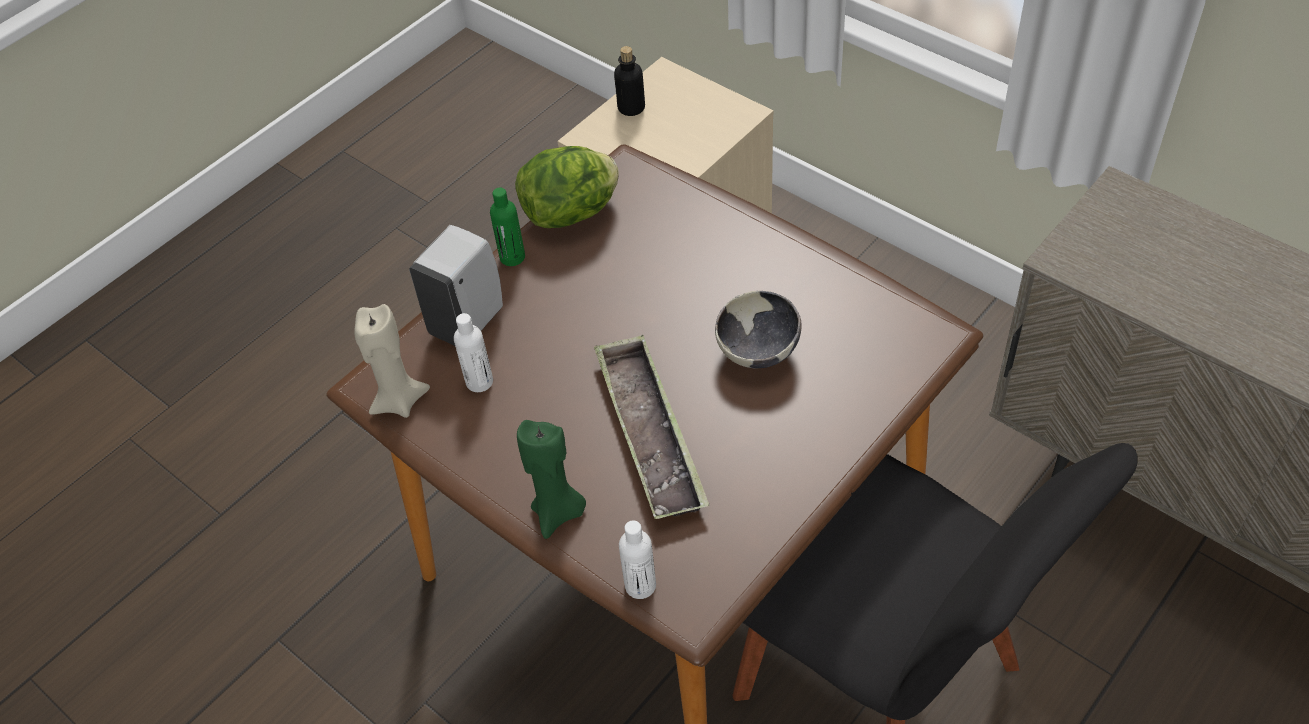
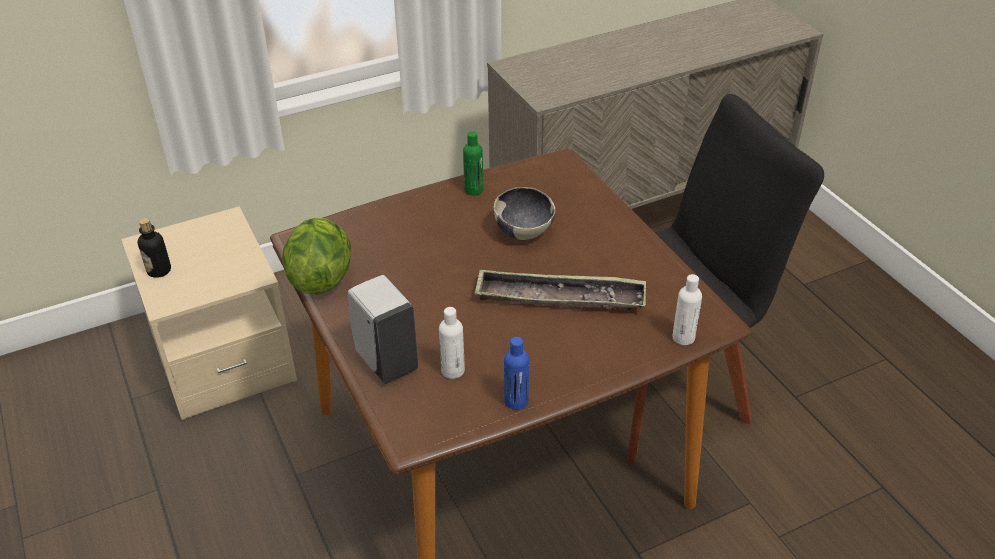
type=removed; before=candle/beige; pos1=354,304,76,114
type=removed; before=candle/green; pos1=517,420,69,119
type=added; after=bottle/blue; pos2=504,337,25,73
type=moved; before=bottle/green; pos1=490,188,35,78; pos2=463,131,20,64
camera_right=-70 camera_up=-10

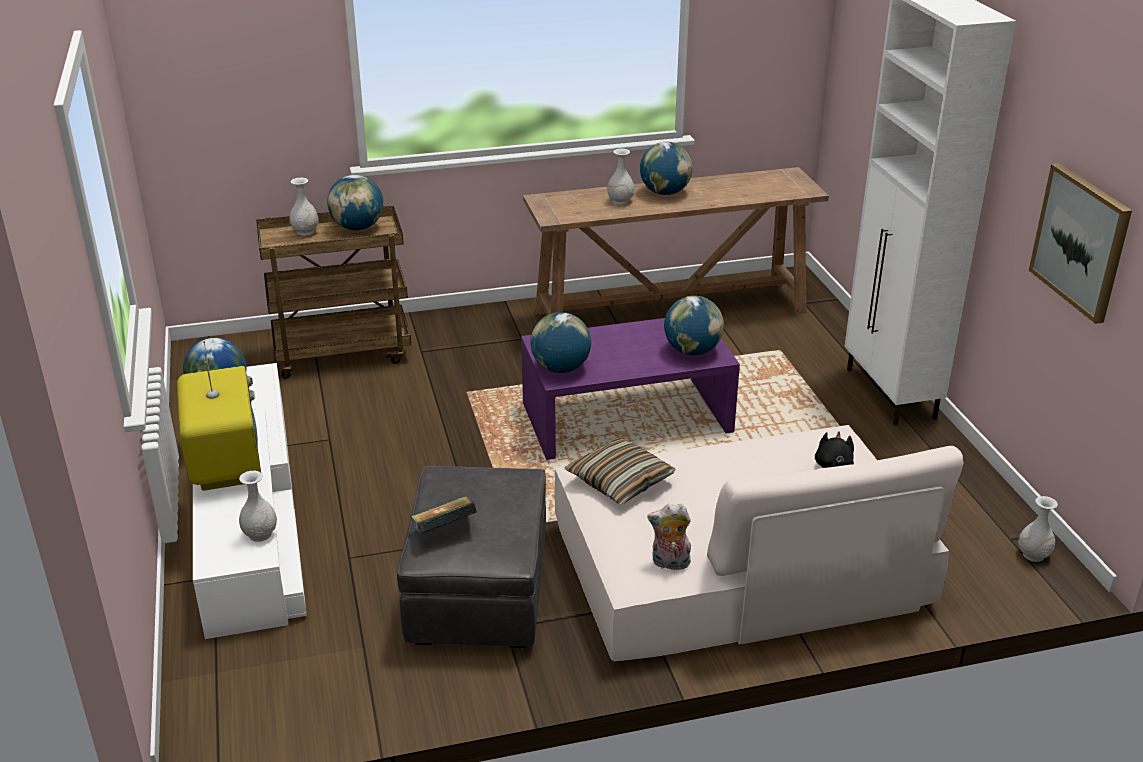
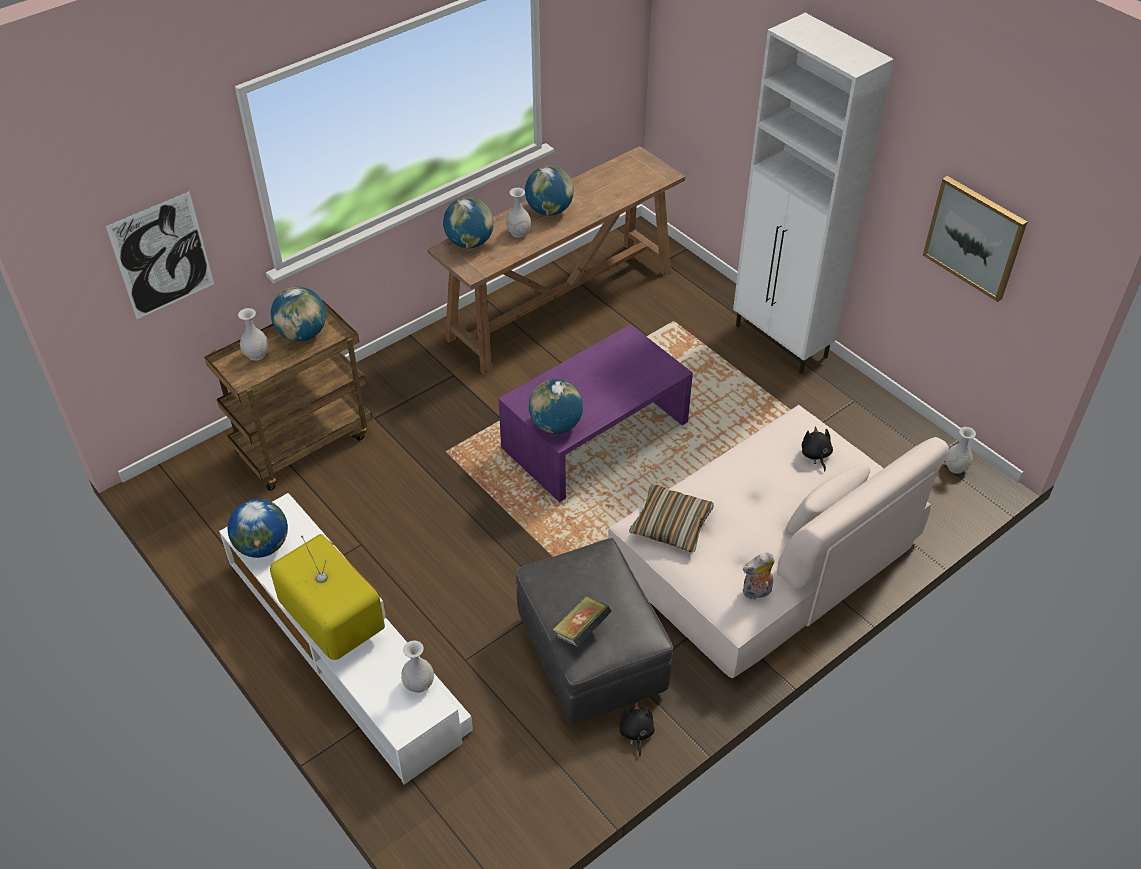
type=added; after=picture; pos2=106,192,108,127
type=added; after=plush toy/black; pos2=619,702,36,55
type=moved; before=globe; pos1=664,296,60,59; pos2=443,197,51,51
camera_right=-25 camera_up=15

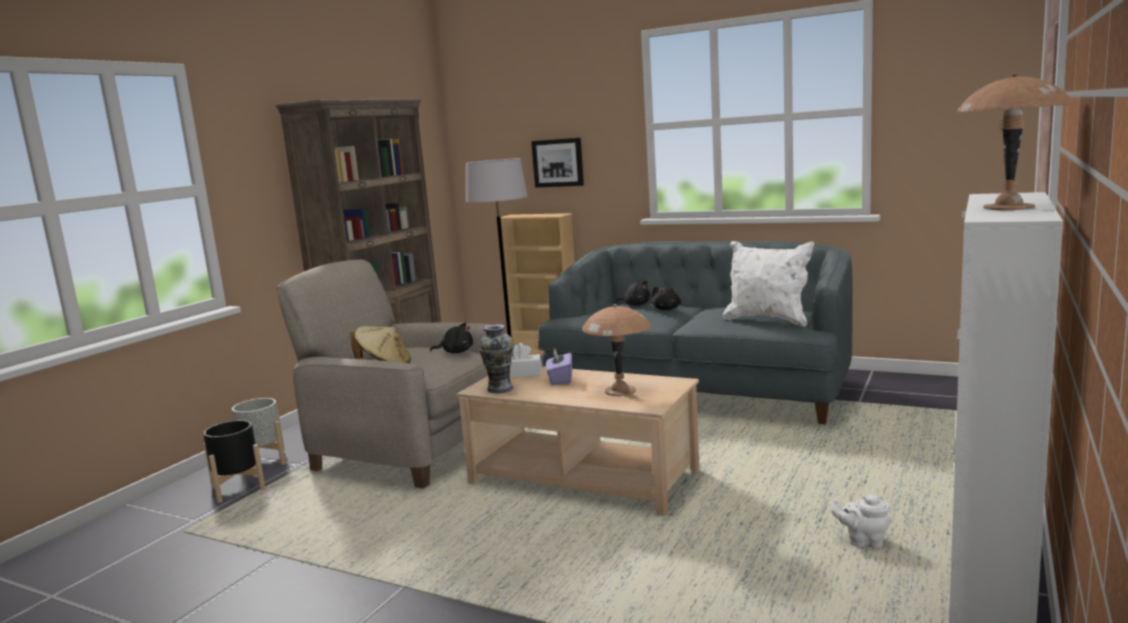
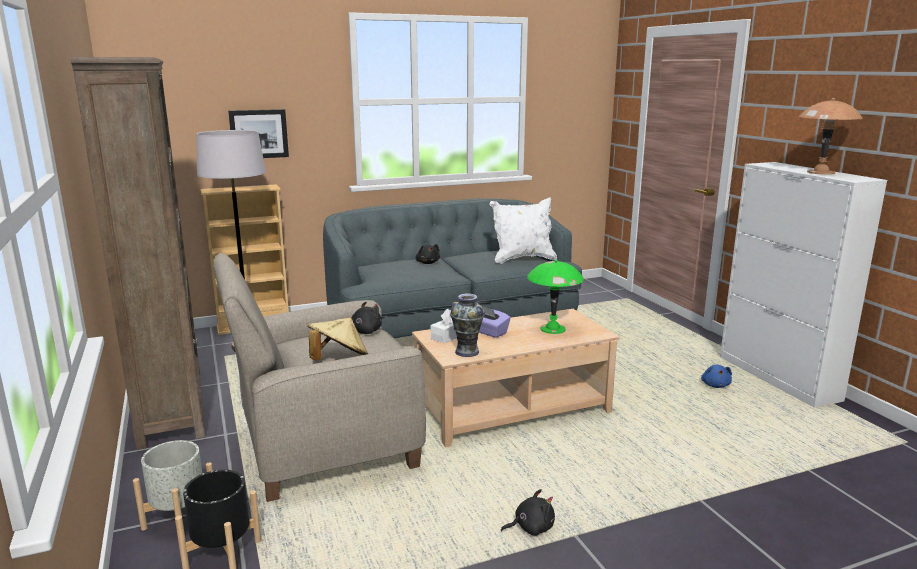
type=moved; before=plush toy/black; pos1=617,281,34,25; pos2=501,489,54,47
type=replaced; before=teapot/white; after=plush toy/blue; pos1=831,494,60,54; pos2=701,365,31,23
type=recoloured; before=table lamp/brown; after=table lamp/green; pos1=582,304,69,92; pos2=527,259,57,75
camera_right=-50 camera_up=5

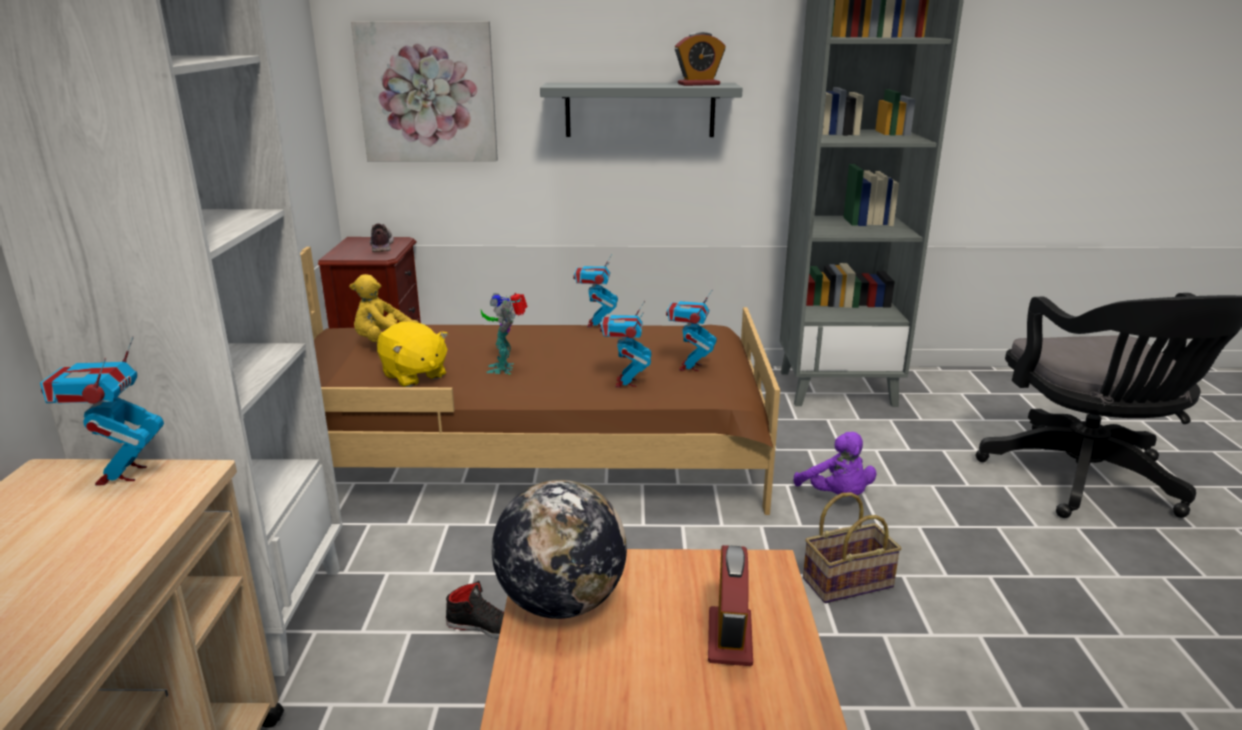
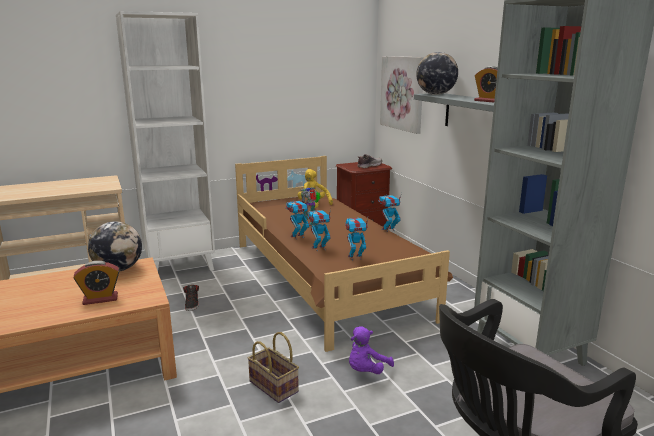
type=removed; before=plush toy/yellow; pos1=377,322,71,65
type=added; after=globe; pos2=416,52,42,43
type=moved; before=toy robot; pos1=40,336,124,149; pos2=286,199,23,40
camera_right=65 camera_up=-5

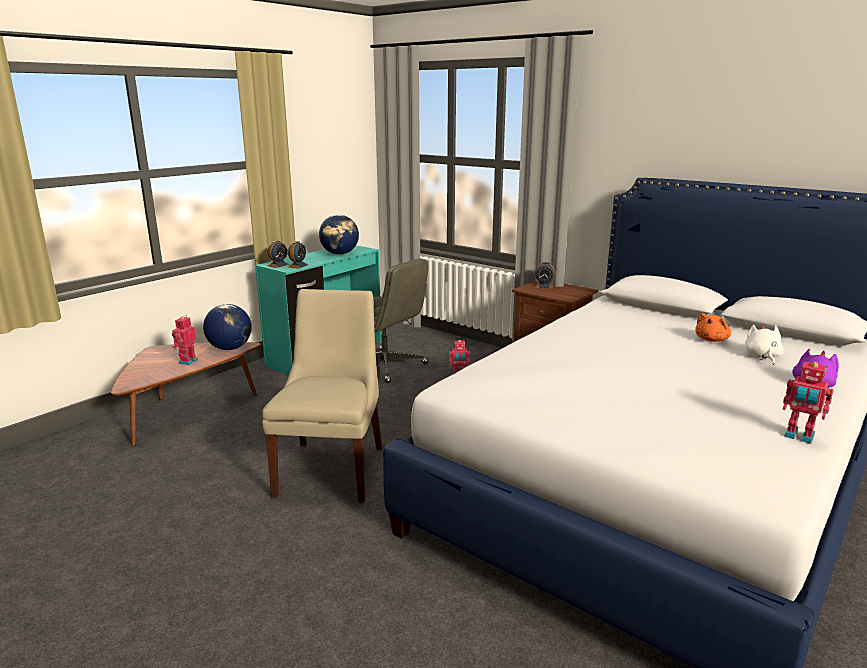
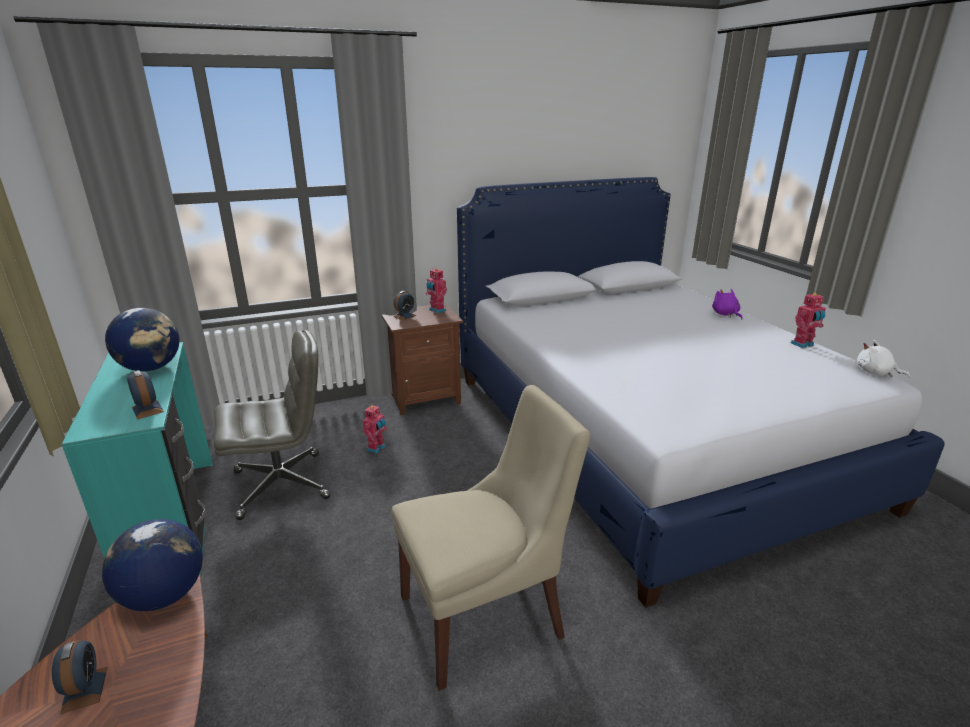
type=removed; before=plush toy/orange; pos1=695,313,36,29
type=moved; before=toy robot; pos1=172,315,26,50; pos2=426,268,21,45
type=moved; before=alarm clock; pos1=268,241,22,27; pos2=52,640,56,74
type=moved; before=plush toy/white; pos1=745,324,39,41; pos2=857,340,53,38
type=turned; before=chair/beige; pos1=262,289,120,214; pos2=392,385,198,306; turn=120
camera_right=-60 camera_up=5

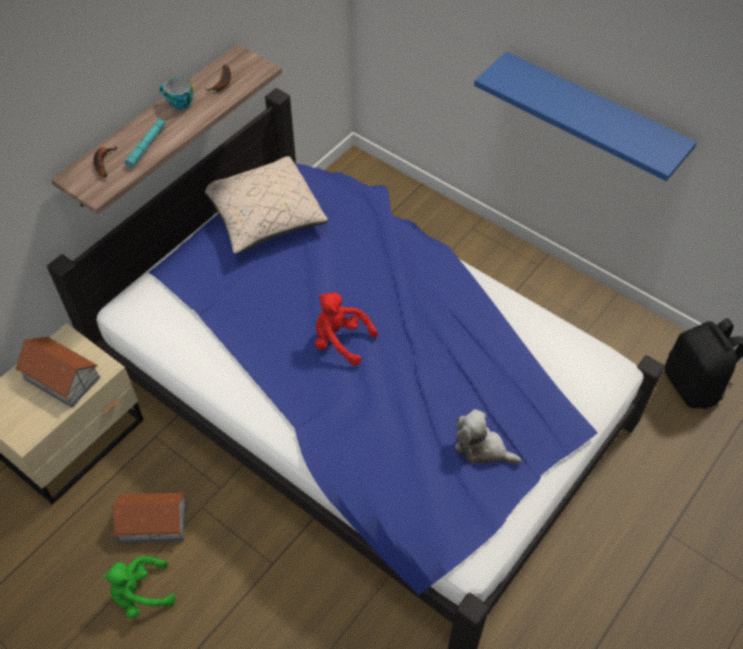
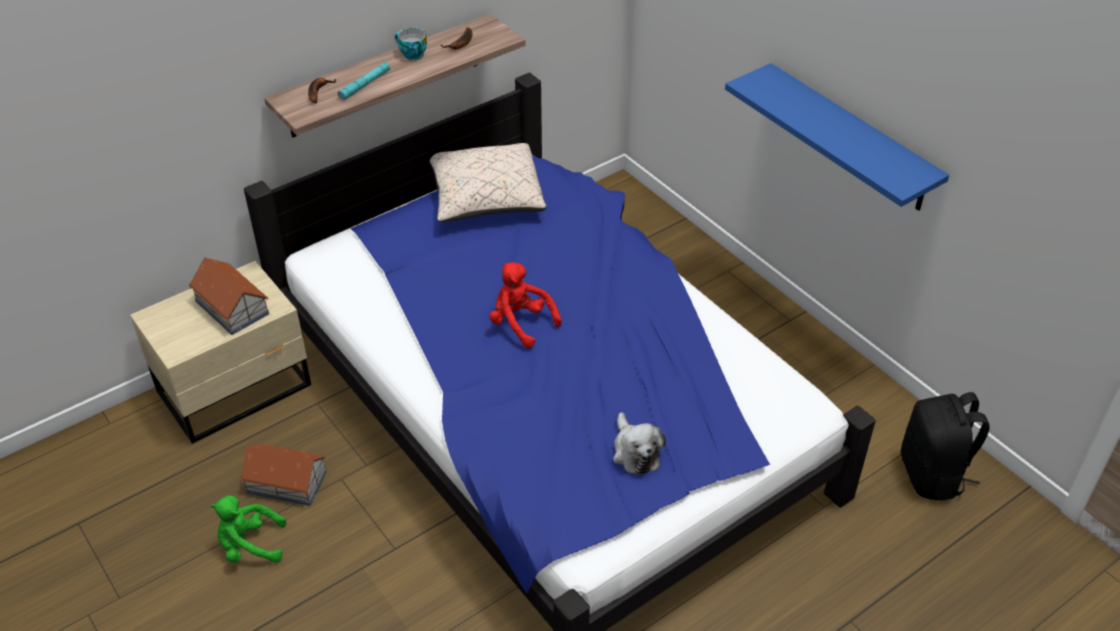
type=turned; before=plush toy; pos1=455,409,67,55; pos2=613,412,53,63; turn=-150
camera_right=15 camera_up=-10

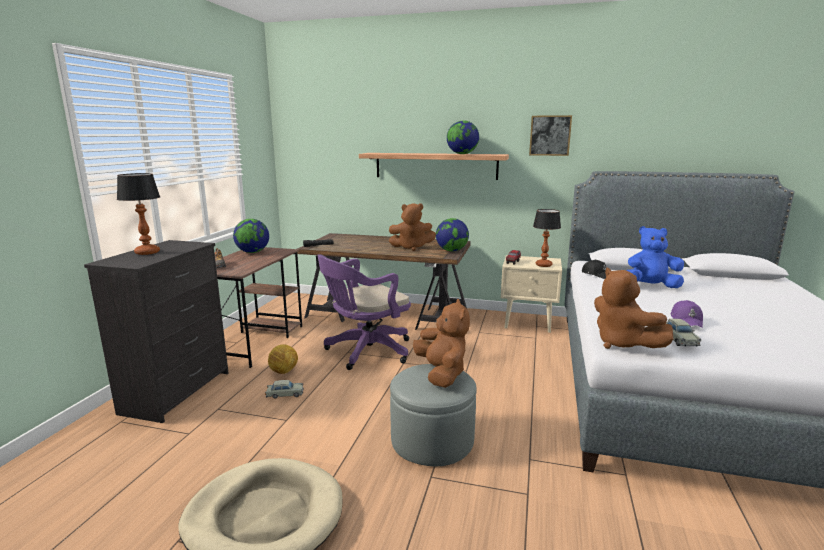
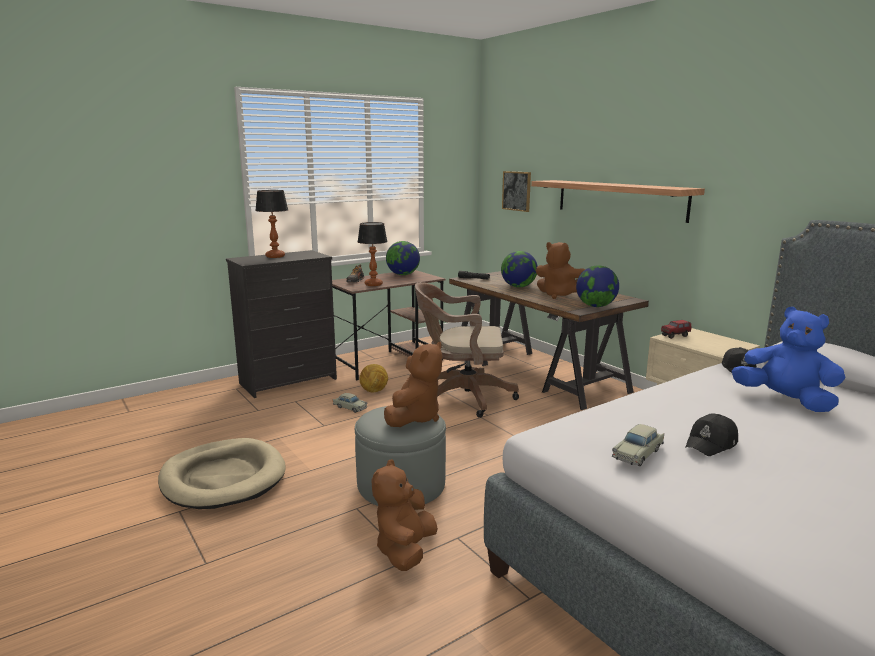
type=moved; before=globe; pos1=447,121,32,33; pos2=501,251,37,36
type=moved; before=picture; pos1=529,115,43,41; pos2=502,171,29,41
type=moved; before=table lamp; pos1=533,209,28,58; pos2=358,222,30,64
type=moved; before=plush toy/brown; pos1=594,268,79,81; pos2=372,459,66,112
type=recoloured; before=office chair/purple; after=office chair/brown; pos1=318,254,93,116; pos2=415,282,104,136
type=recoloured; before=cap/purple; after=cap/black; pos1=671,300,32,28; pos2=685,414,53,42
camera_right=40 camera_up=0

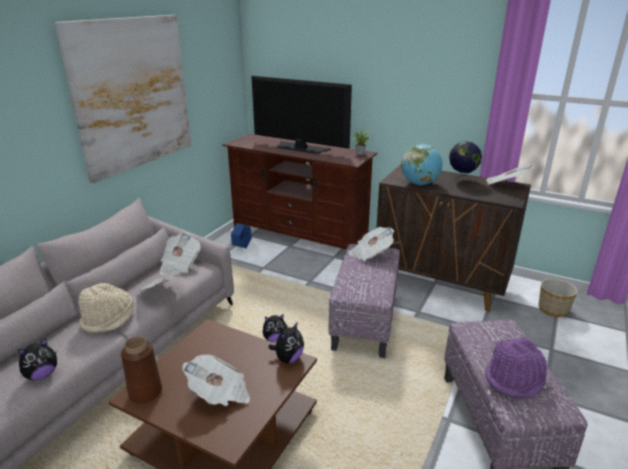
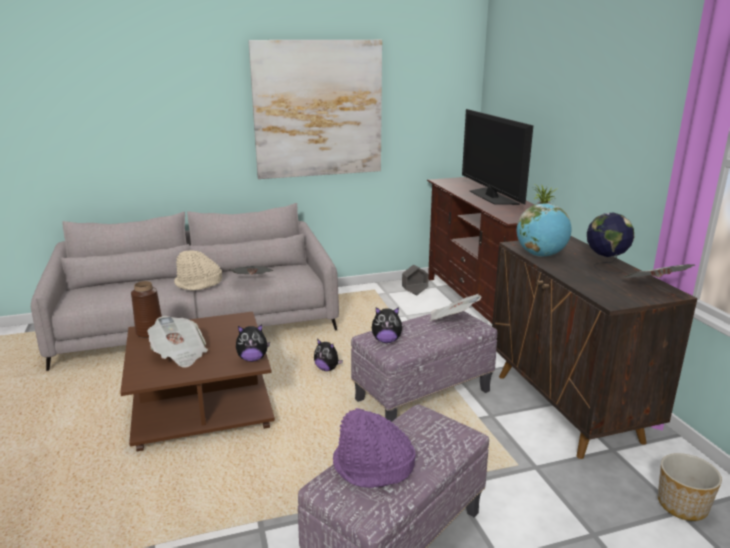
type=removed; before=newspaper; pos1=160,233,41,42
type=moved; before=plush toy; pos1=18,338,39,43; pos2=372,307,32,36
type=recoloured; before=planter/blue; after=planter/grey; pos1=231,223,21,25; pos2=402,265,27,30
camera_right=45 camera_up=-5

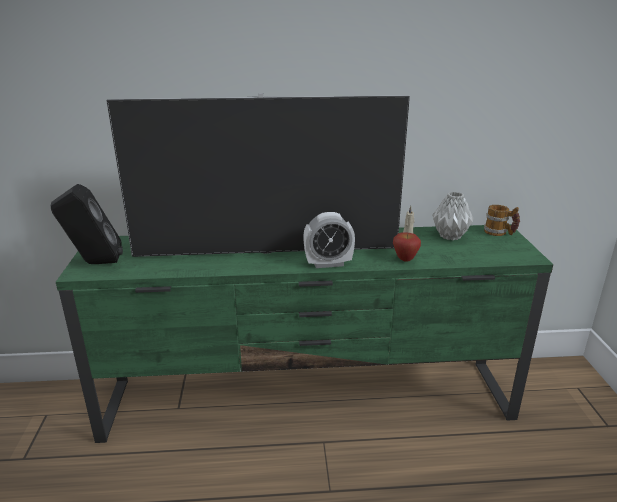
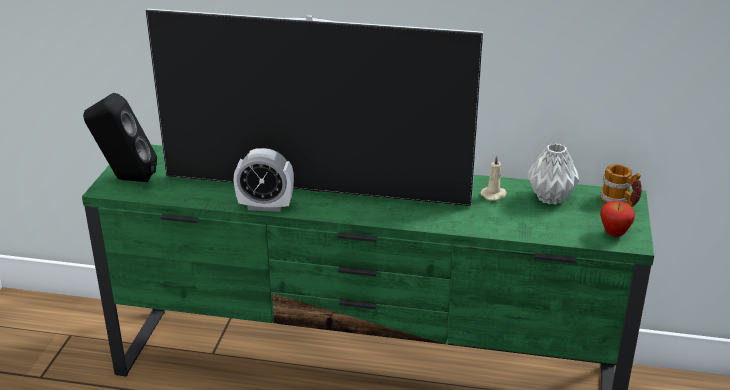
type=moved; before=alarm clock; pos1=303,212,52,56; pos2=234,148,60,64
type=moved; before=apple; pos1=393,232,28,29; pos2=600,200,35,37
camera_right=15 camera_up=5

